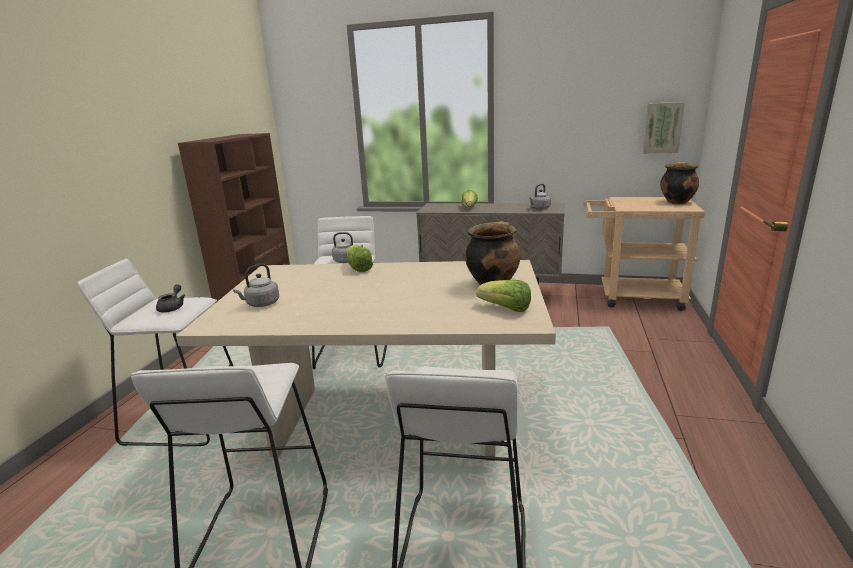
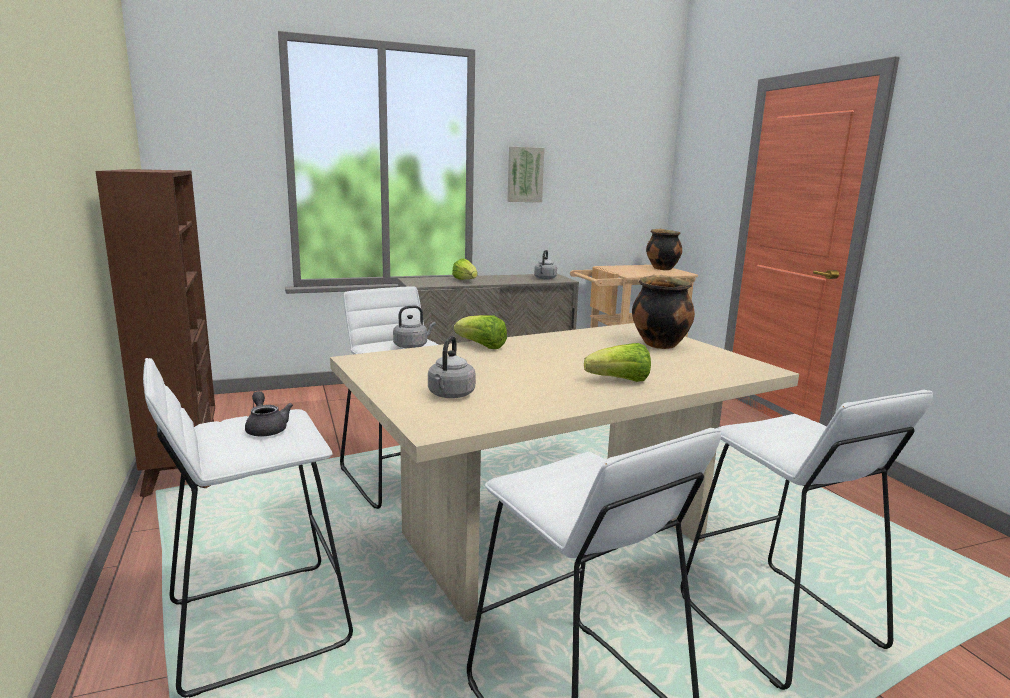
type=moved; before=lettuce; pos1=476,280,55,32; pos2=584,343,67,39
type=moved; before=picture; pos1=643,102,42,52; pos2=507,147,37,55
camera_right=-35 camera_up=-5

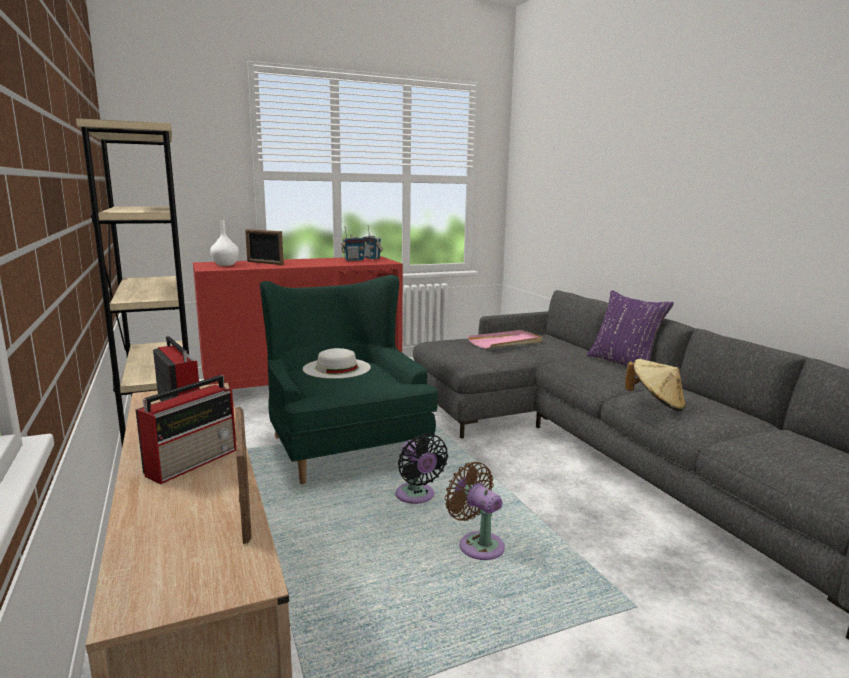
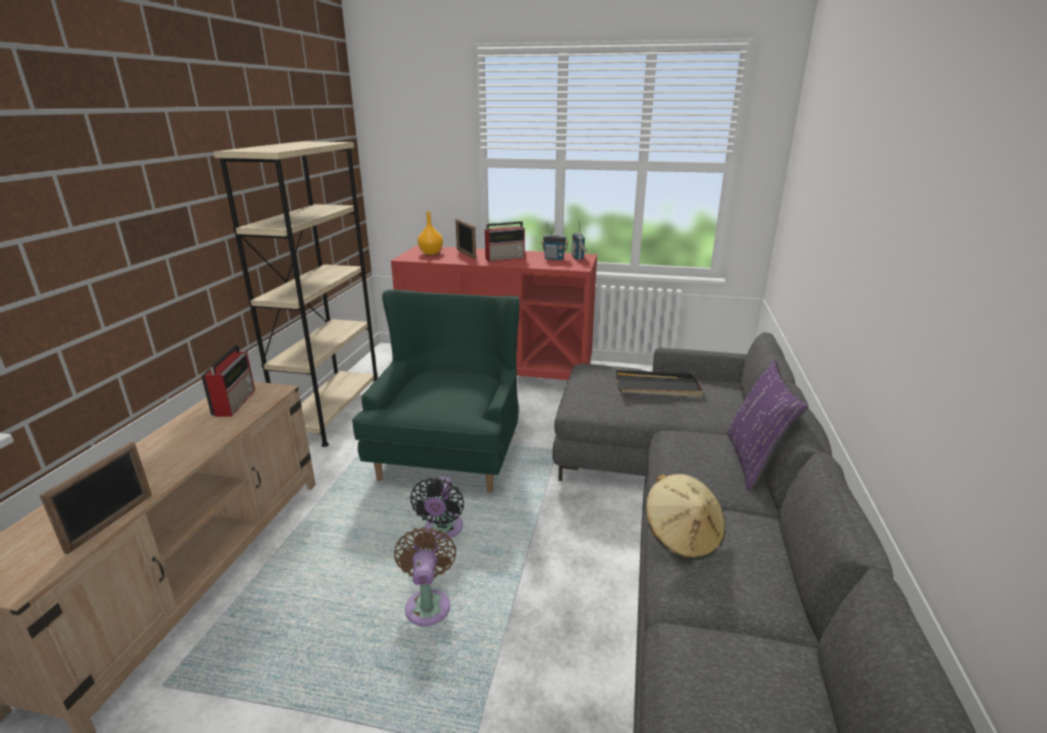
type=removed; before=hat/white; pos1=303,348,68,31
type=moved; before=radio; pos1=136,375,100,109; pos2=485,221,40,41
type=recoloured; before=vase/white; after=vase/orange; pos1=210,220,29,46; pos2=418,211,25,44
type=recoloured; before=tray/pink; after=tray/black; pos1=468,330,74,19; pos2=616,370,87,27
camera_right=35 camera_up=10

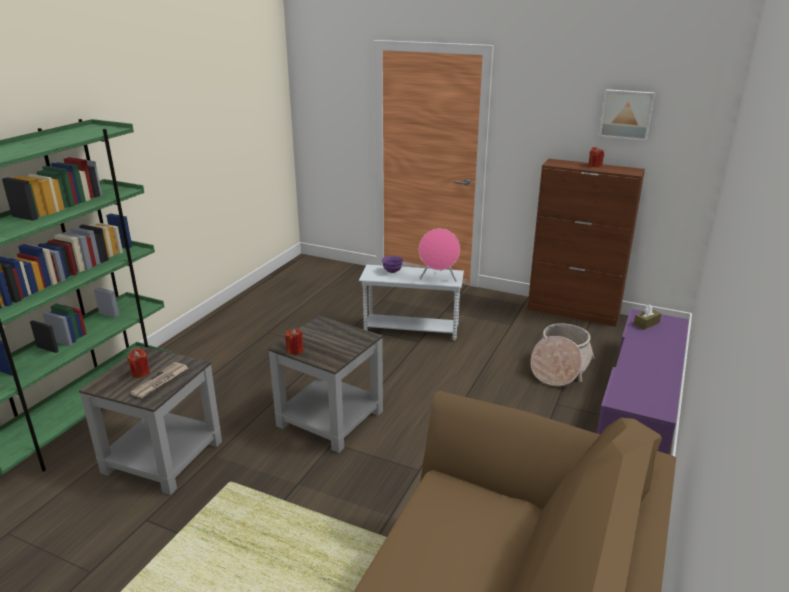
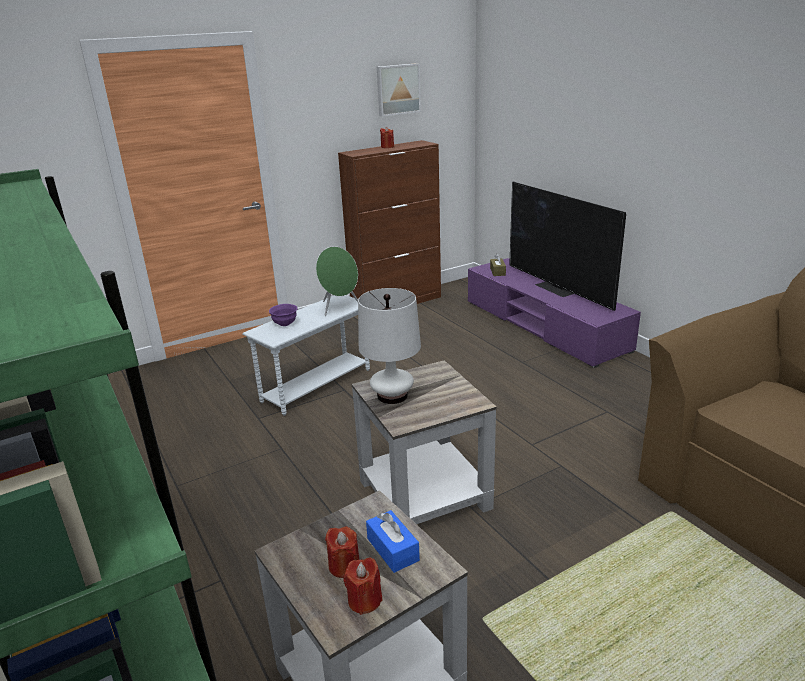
type=removed; before=basket; pos1=531,323,63,63
type=added; after=table lamp/white; pos2=358,288,63,116
type=added; after=television; pos2=509,181,117,130
type=moved; before=candle/red; pos1=285,329,19,26; pos2=343,558,39,57
type=replaced; before=newspaper; after=tissue box/blue; pos1=130,362,58,36; pos2=366,510,54,63
type=recoloured; before=speaker/pink; after=speaker/green; pos1=419,228,41,54; pos2=316,246,42,70
camera_right=-55 camera_up=0

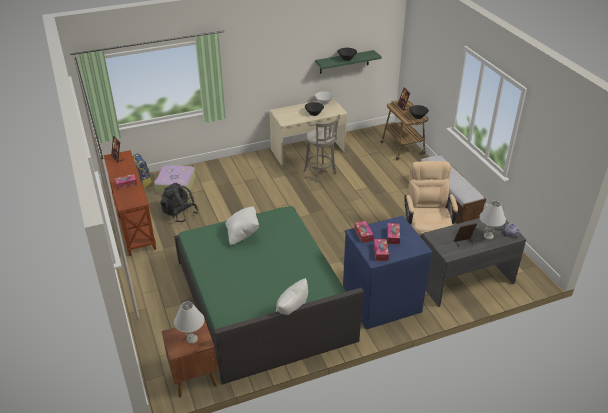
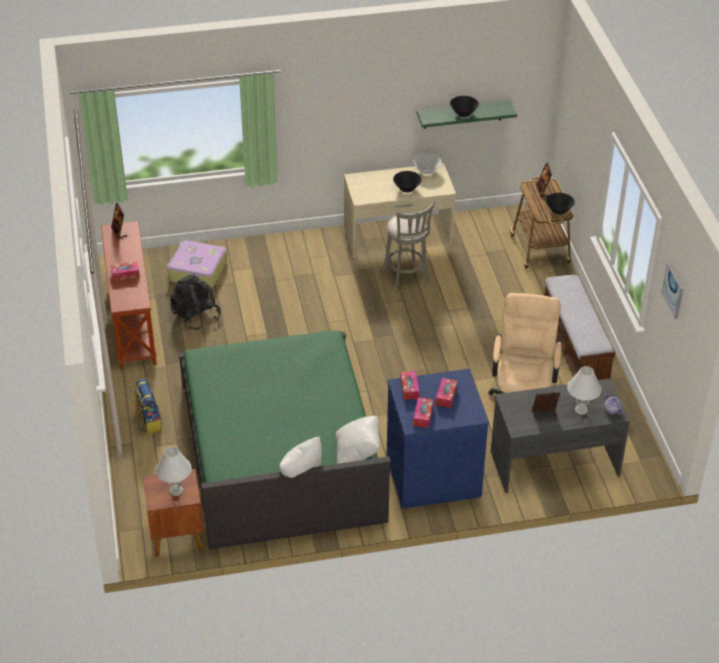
type=added; after=picture; pos2=661,264,22,55
type=moved; before=backpack; pos1=133,153,20,35; pos2=135,379,27,56
type=moved; before=pillow/white; pos1=226,206,33,39; pos2=336,416,44,48
camera_right=10 camera_up=5

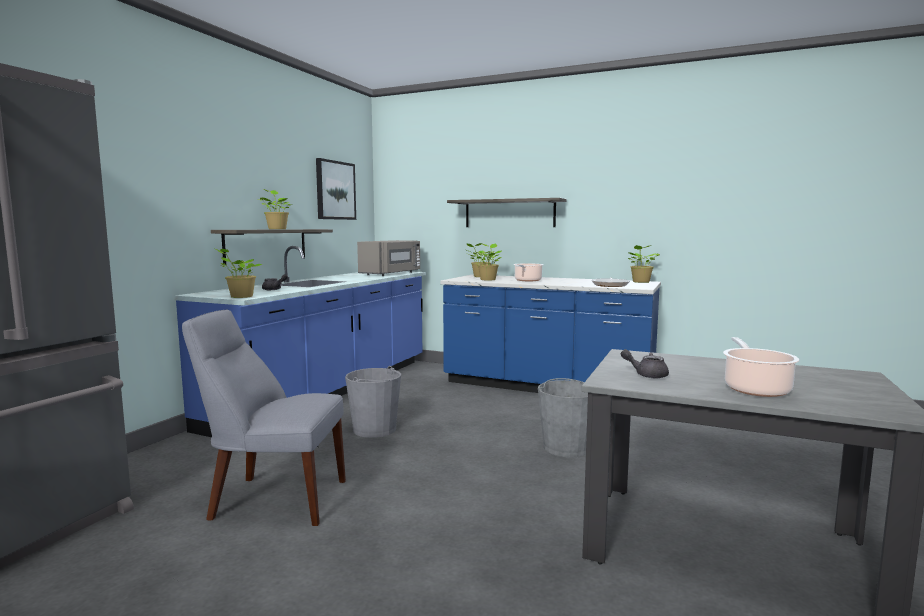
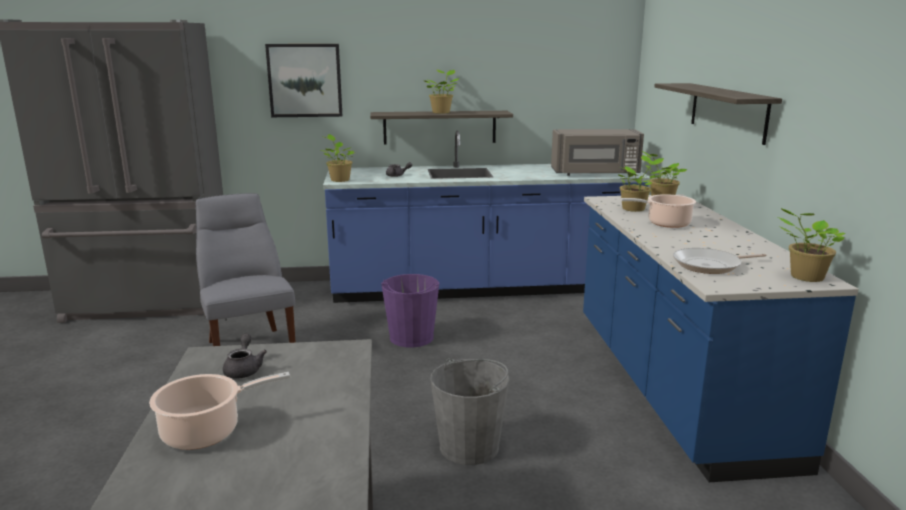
type=moved; before=picture; pos1=316,158,40,62; pos2=265,44,77,73
type=recoloured; before=bucket/grey; after=bucket/purple; pos1=345,366,56,72; pos2=381,274,58,73
camera_right=60 camera_up=10

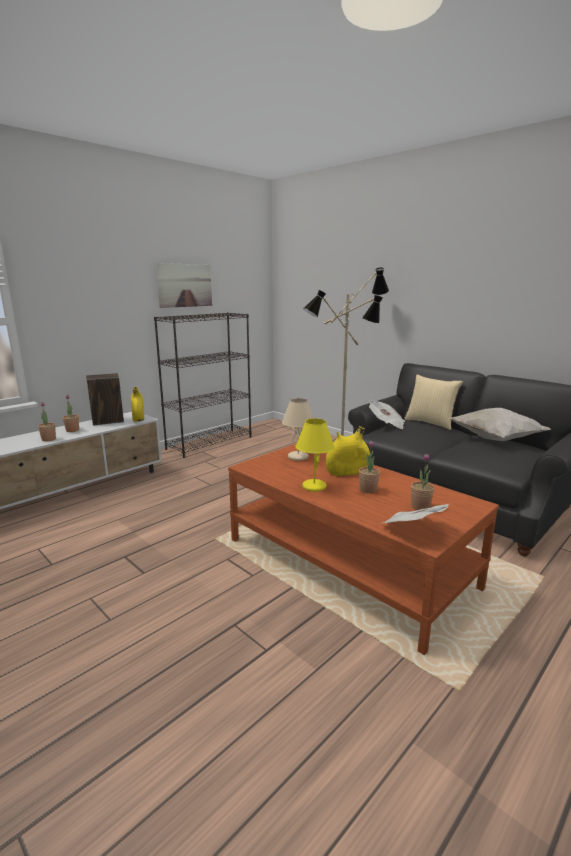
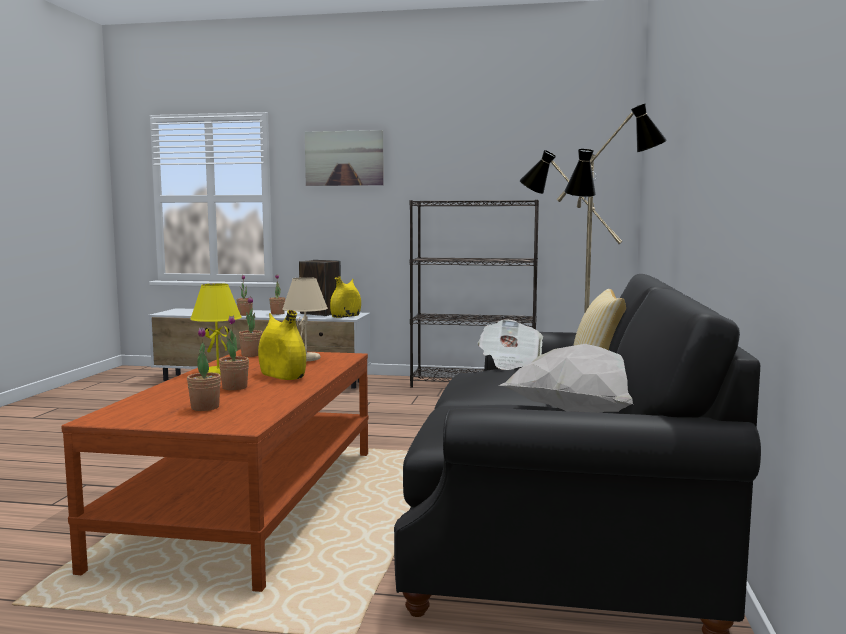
type=removed; before=newspaper; pos1=383,504,66,19
type=added; after=potted plant; pos2=239,297,24,60
type=moved; before=picture; pos1=156,263,56,45; pos2=305,130,79,56
camera_right=55 camera_up=-10

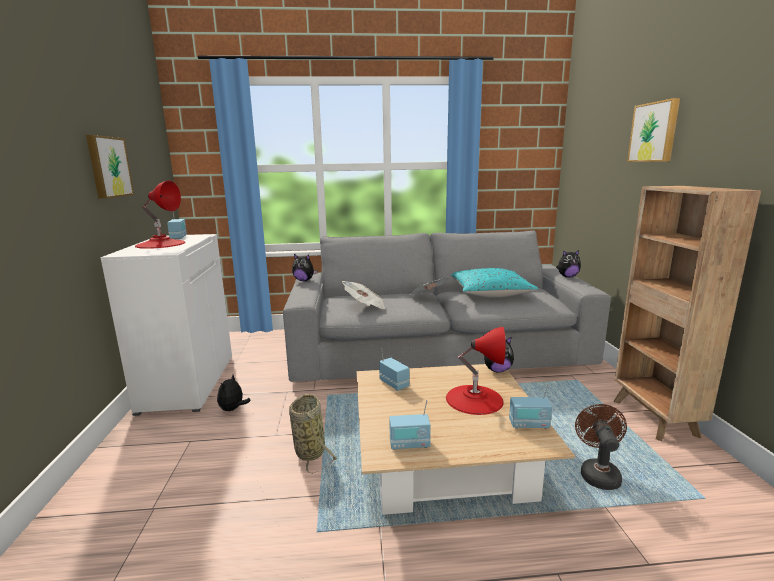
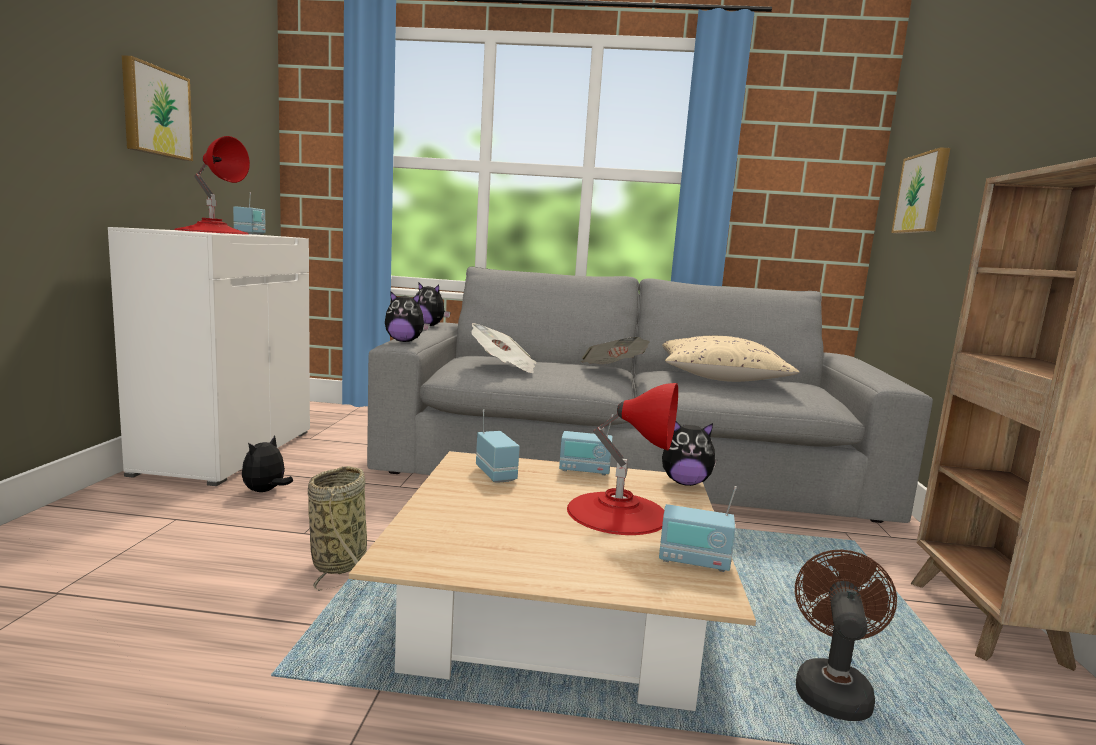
type=moved; before=radio; pos1=389,400,42,50; pos2=559,414,54,61
type=moved; before=plush toy; pos1=556,250,25,27; pos2=385,291,45,51
type=moved; before=picture; pos1=627,98,53,64; pos2=891,147,59,87
type=recoloured; before=pillow/turquoise; after=pillow/beige; pos1=451,268,88,30; pos2=662,336,137,46
camera_right=10 camera_up=-5

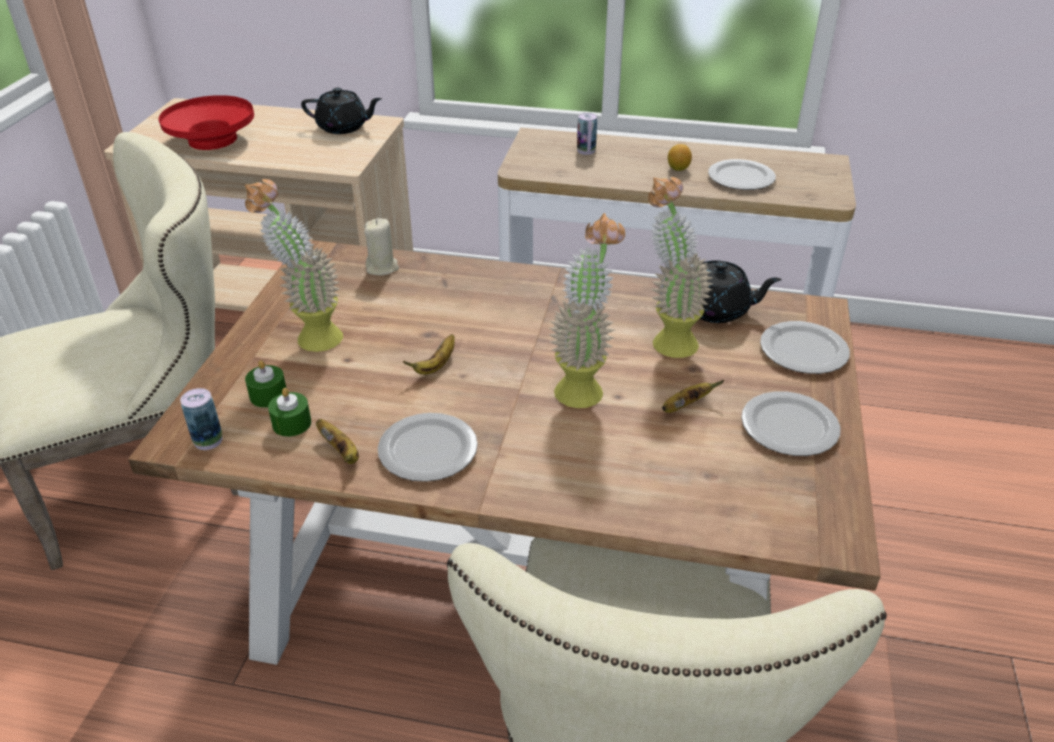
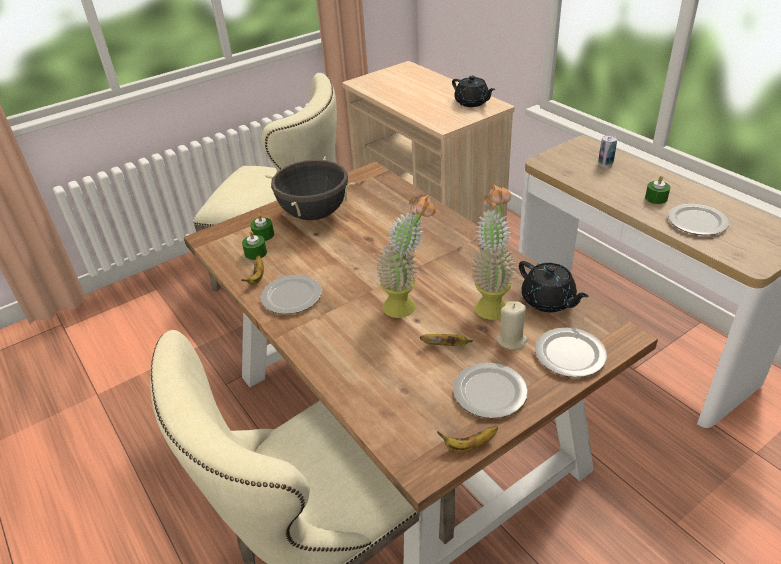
type=removed; before=bowl/red; pos1=159,95,95,55
type=removed; before=can; pos1=180,388,43,62
type=moved; before=candle/beige; pos1=364,218,35,58; pos2=496,301,32,49
type=moved; before=banana; pos1=403,334,52,41; pos2=437,426,61,26
type=replaced; before=potted plant; after=cooking pot/black; pos1=245,179,98,173; pos2=265,157,90,63
type=replaced; before=lemon; after=candle/green; pos1=668,144,24,27; pos2=645,176,25,28
camera_right=45 camera_up=0

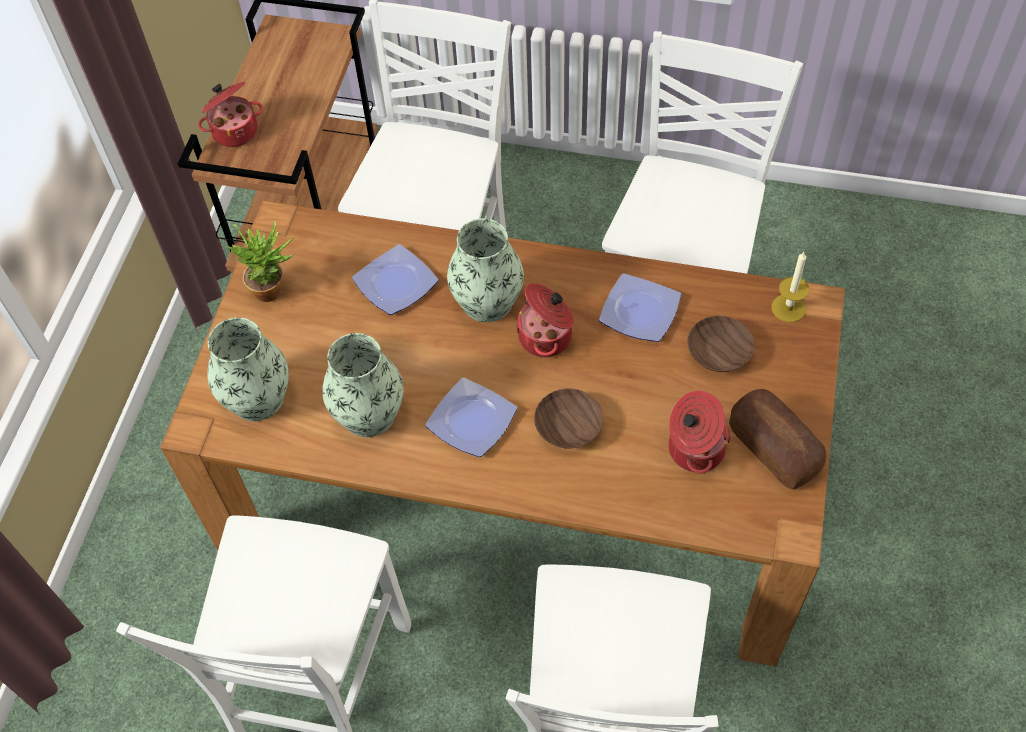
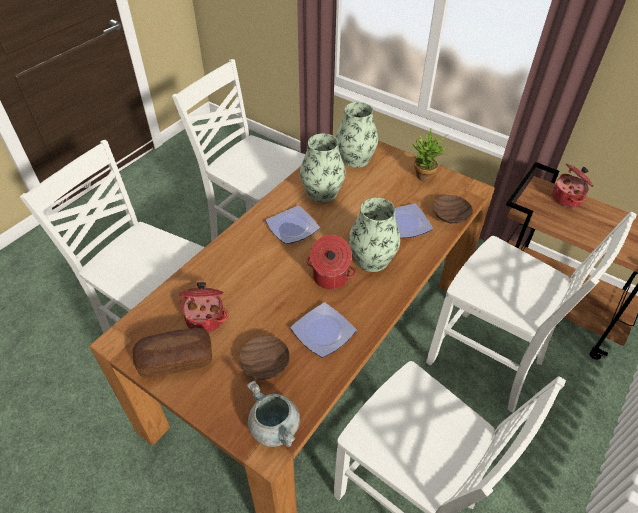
type=moved; before=bowl/brown; pos1=534,388,69,61; pos2=432,195,41,29
type=replaced; before=candle; after=cooking pot/grey; pos1=771,252,38,70; pos2=247,381,53,66
camera_right=110 camera_up=-10

